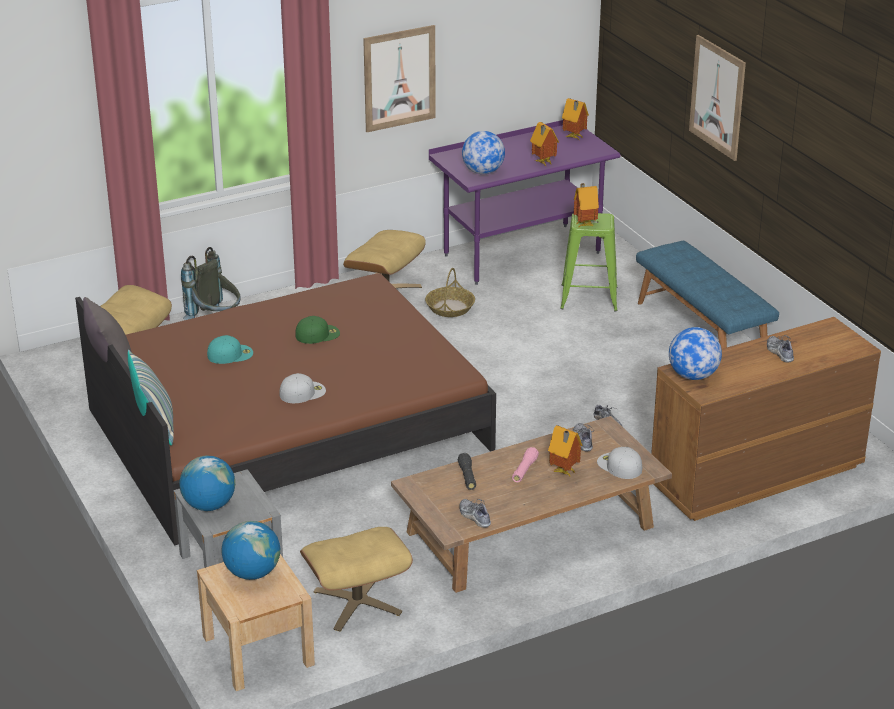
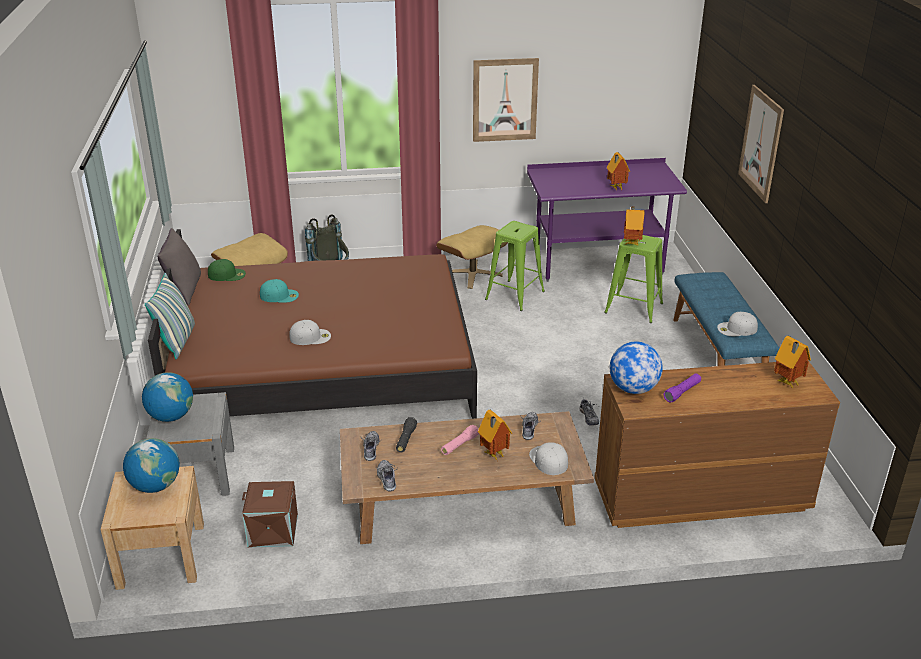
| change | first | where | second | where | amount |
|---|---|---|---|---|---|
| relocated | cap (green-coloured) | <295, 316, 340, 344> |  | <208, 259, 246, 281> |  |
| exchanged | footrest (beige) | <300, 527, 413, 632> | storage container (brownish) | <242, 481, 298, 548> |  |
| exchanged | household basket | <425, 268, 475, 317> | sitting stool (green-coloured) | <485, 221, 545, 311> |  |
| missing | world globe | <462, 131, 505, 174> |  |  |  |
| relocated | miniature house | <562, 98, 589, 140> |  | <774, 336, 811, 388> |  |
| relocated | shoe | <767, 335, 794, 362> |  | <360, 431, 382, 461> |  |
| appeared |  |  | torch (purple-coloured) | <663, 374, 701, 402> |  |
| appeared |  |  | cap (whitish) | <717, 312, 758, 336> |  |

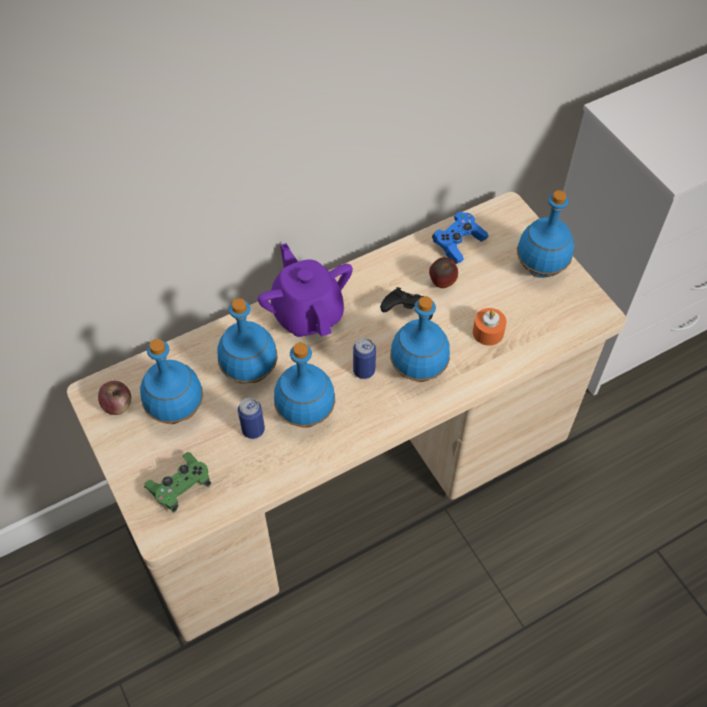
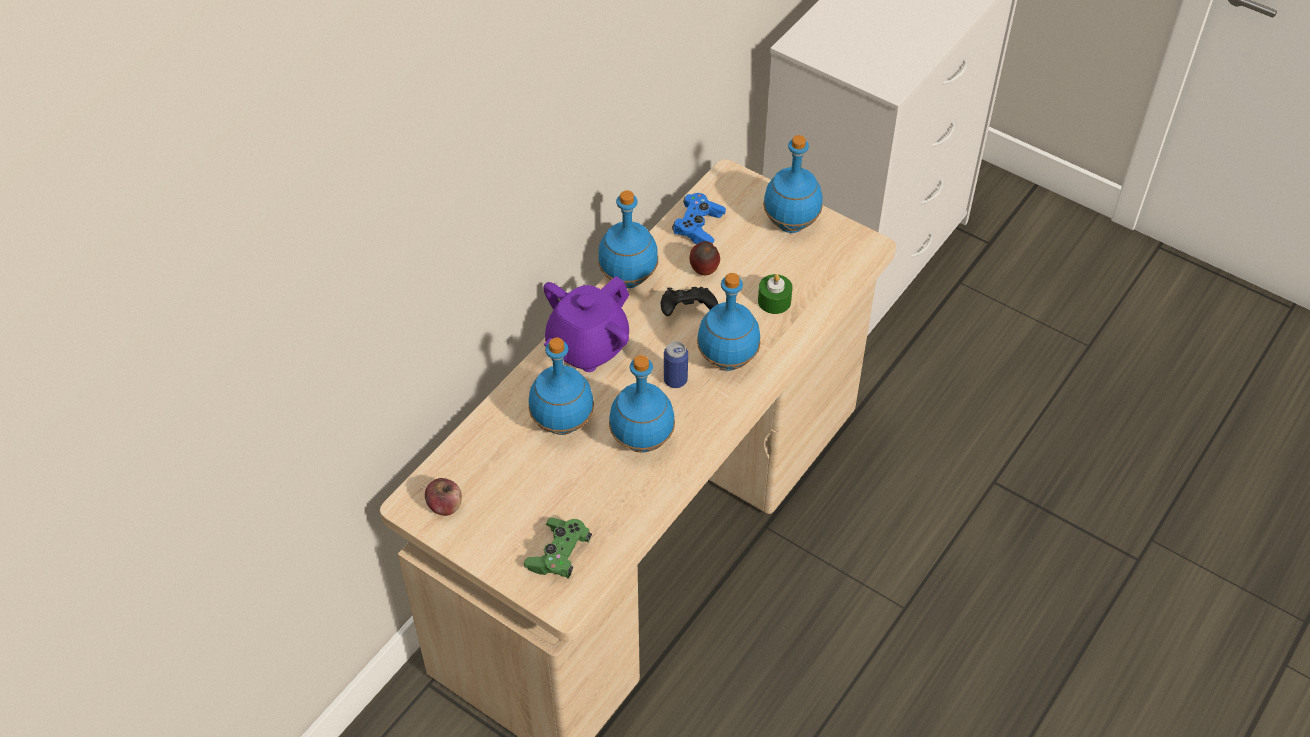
| change | first | where | second | where | amount |
|---|---|---|---|---|---|
| relocated | beverage bottle (blue) | <140, 339, 203, 424> |  | <598, 190, 658, 288> |  |
| missing | metal can | <238, 398, 265, 439> |  |  |  |
| spun | teapot (purple-coloured) | <258, 243, 353, 337> |  | <543, 276, 629, 372> | 90 degrees counterclockwise |
| colour | wax candle (orangey) | <473, 308, 507, 346> | wax candle (green-coloured) | <758, 274, 793, 314> |  |

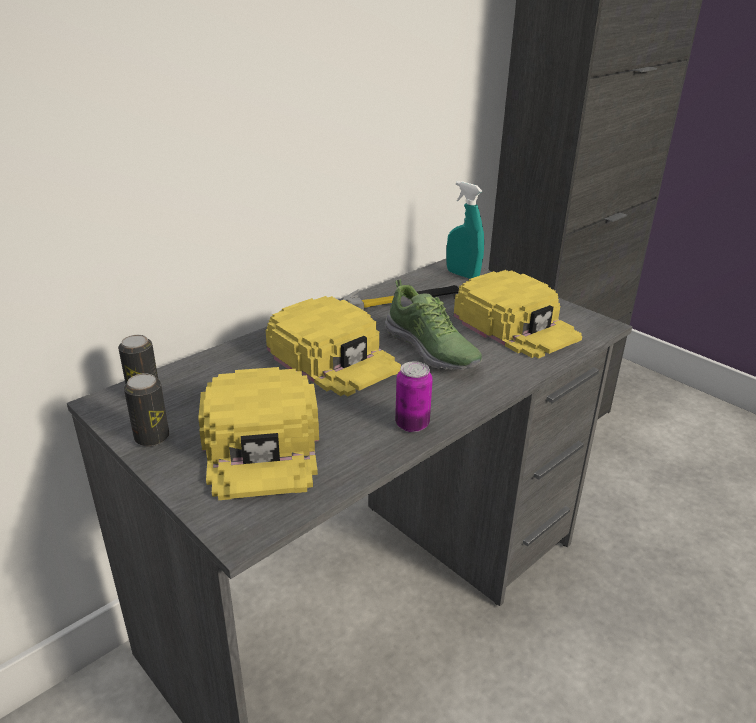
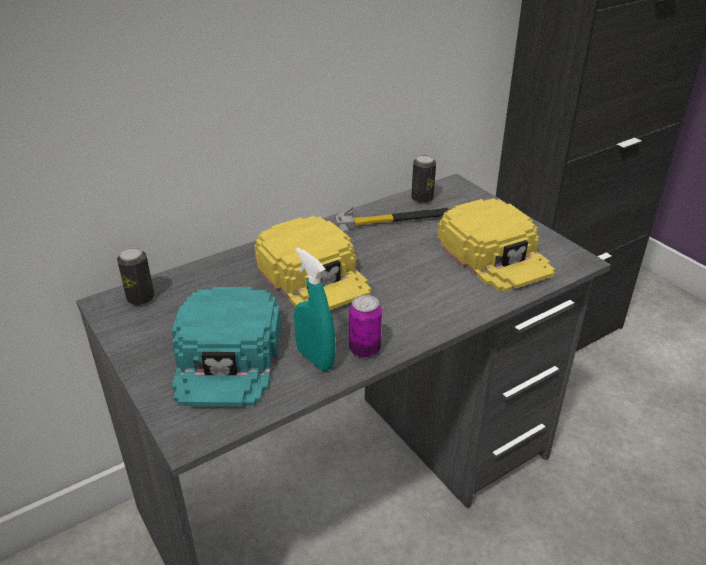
| change | first | where | second | where | amount |
|---|---|---|---|---|---|
| relocated | metal can | <124, 373, 169, 446> |  | <411, 155, 436, 203> |  |
| colour | cap (yellowish) | <198, 367, 319, 500> | cap (turquoise) | <172, 287, 281, 406> |  |
| missing | shoe | <385, 279, 482, 370> |  |  |  |
| relocated | spray bottle (turquoise) | <447, 181, 484, 279> |  | <294, 247, 335, 371> |  |

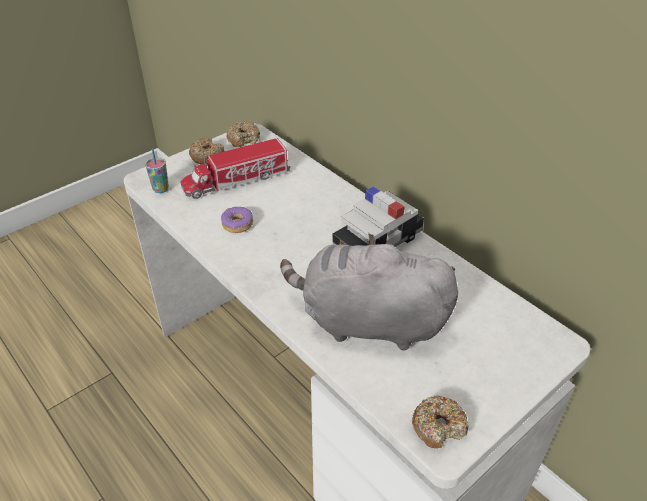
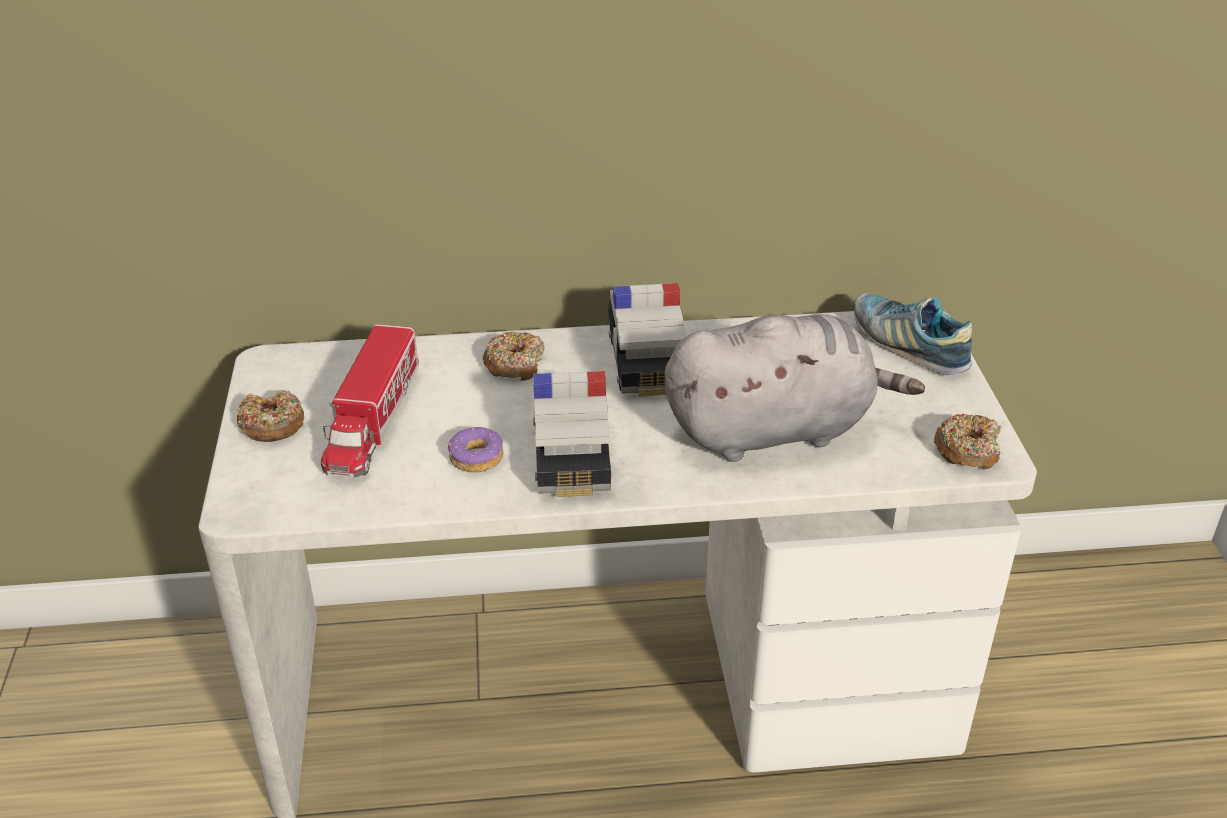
| change | first | where | second | where | amount |
|---|---|---|---|---|---|
| missing | cup | <145, 149, 169, 193> |  |  |  |
| relocated | donut | <226, 121, 260, 147> |  | <483, 332, 545, 381> |  |
| spun | cuddly toy (gray) | <280, 233, 458, 350> |  | <665, 314, 925, 462> | 150 degrees counterclockwise |
| appeared |  |  | model car | <533, 371, 612, 497> |  |
| appeared |  |  | shoe | <854, 293, 972, 375> |  |

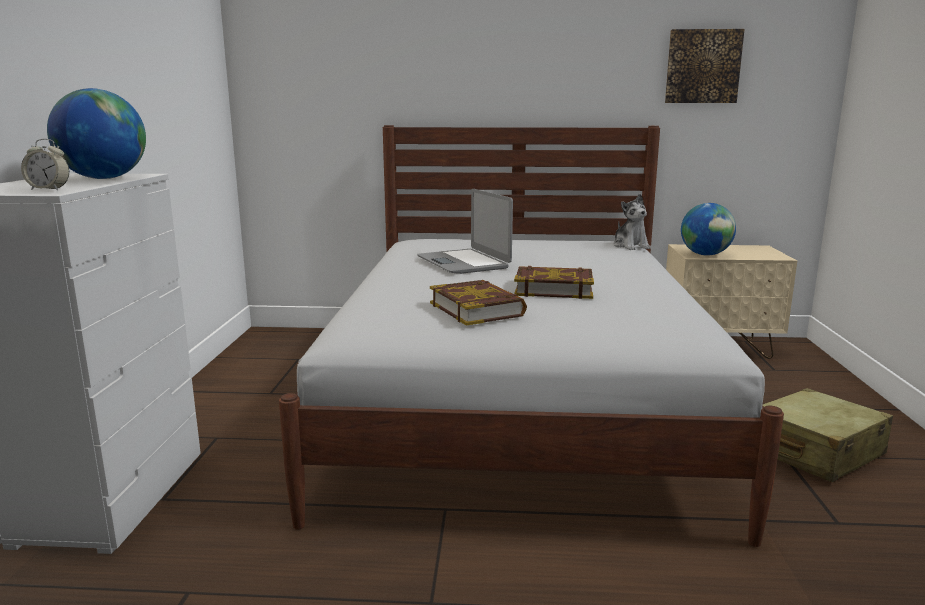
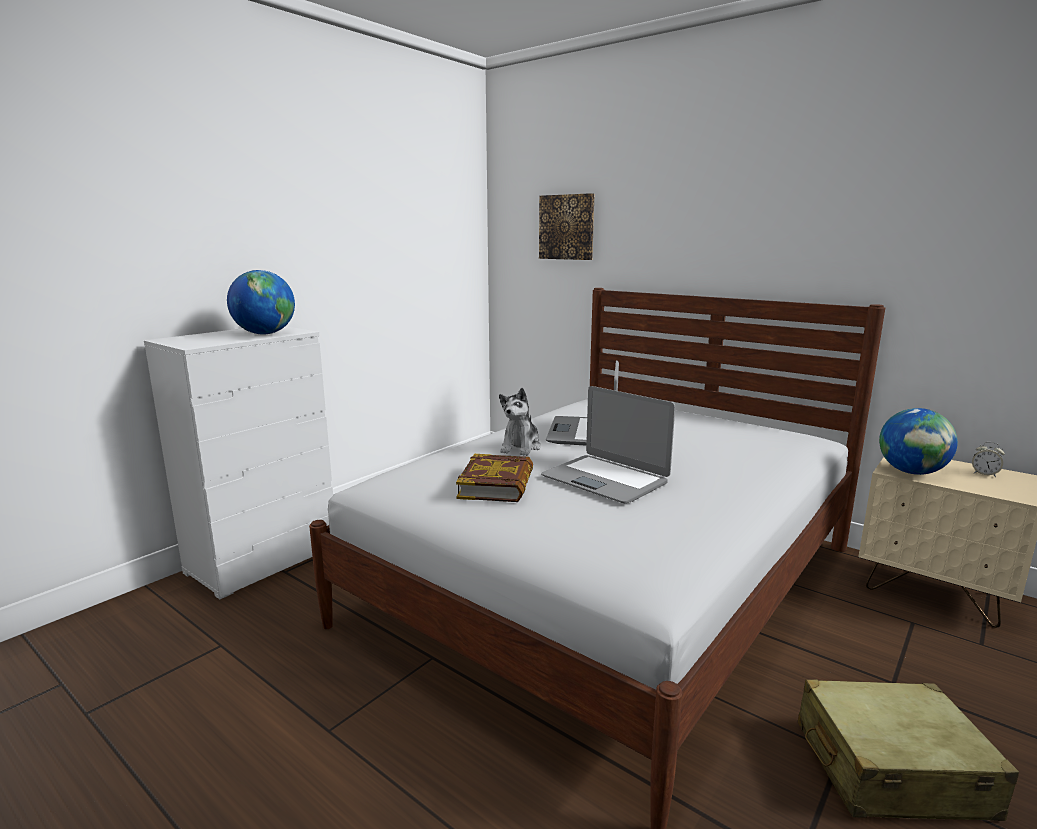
| change | first | where | second | where | amount |
|---|---|---|---|---|---|
| relocated | alarm clock | <21, 139, 69, 190> |  | <972, 442, 1005, 477> |  |
| exchanged | volume | <514, 266, 594, 299> | laptop | <541, 386, 675, 503> |  |
| relocated | cuddly toy | <613, 194, 651, 250> |  | <499, 388, 541, 456> |  |
| relocated | wall picture | <665, 29, 745, 103> |  | <539, 193, 595, 260> |  |

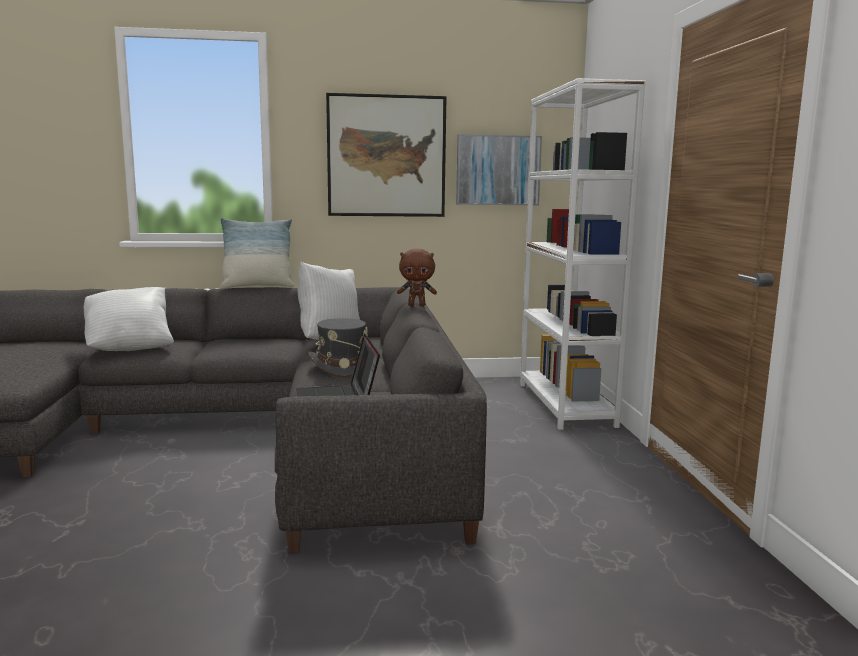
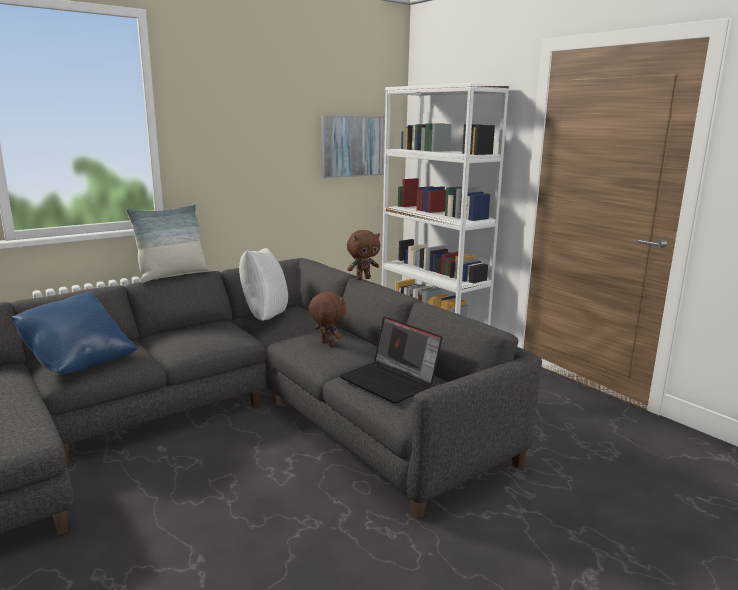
| change | first | where | second | where | amount |
|---|---|---|---|---|---|
| colour | cushion (whitish) | <83, 287, 174, 351> | cushion (blue) | <12, 291, 137, 373> |  |
| exchanged | clothing hat (gray) | <308, 318, 368, 377> | cuddly toy (brownish) | <309, 291, 346, 346> |  |
| missing | wall picture | <326, 93, 447, 217> |  |  |  |

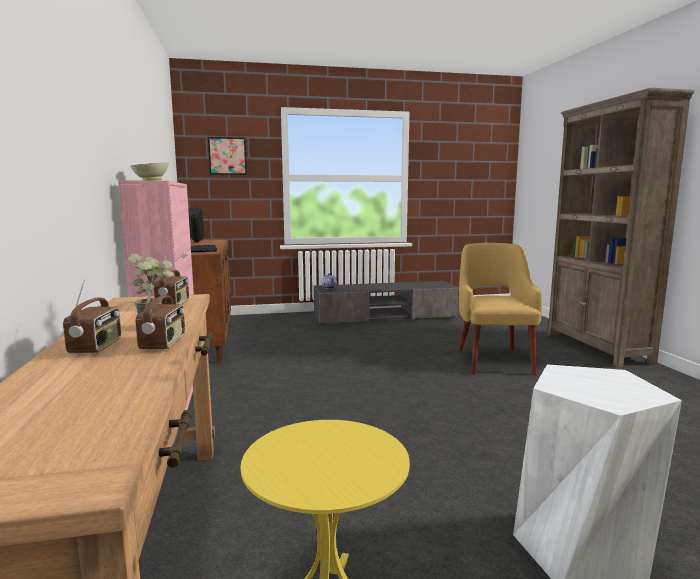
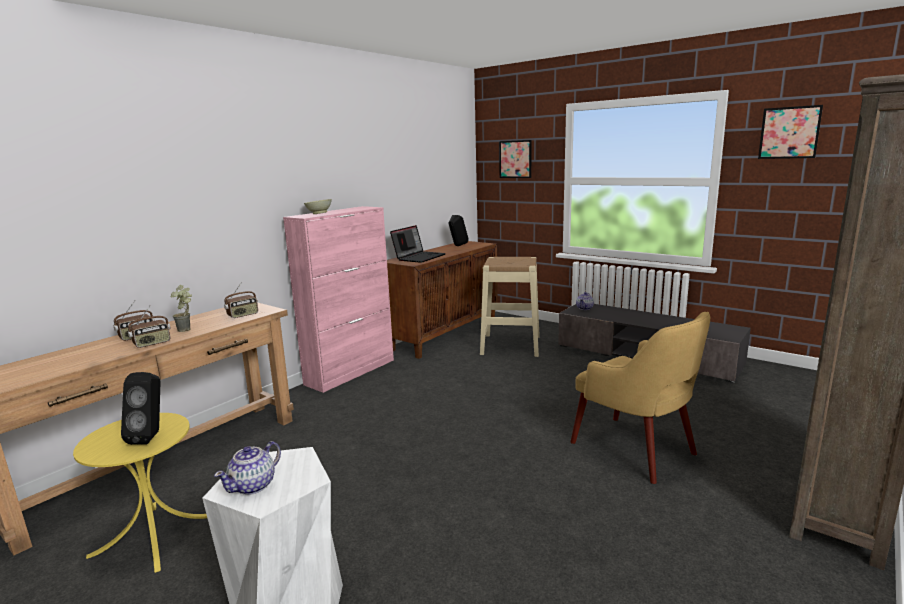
| change | first | where | second | where | amount |
|---|---|---|---|---|---|
| spun | lounge chair (yellowish) | <458, 243, 542, 376> |  | <570, 312, 710, 484> | 90 degrees clockwise |
| appeared |  |  | loudspeaker (blackish) | <121, 372, 160, 445> |  |
| appeared |  |  | teapot | <214, 441, 281, 495> |  |
| appeared |  |  | sitting stool (beige) | <480, 257, 540, 357> |  |
| appeared |  |  | wall picture | <758, 105, 823, 159> |  |

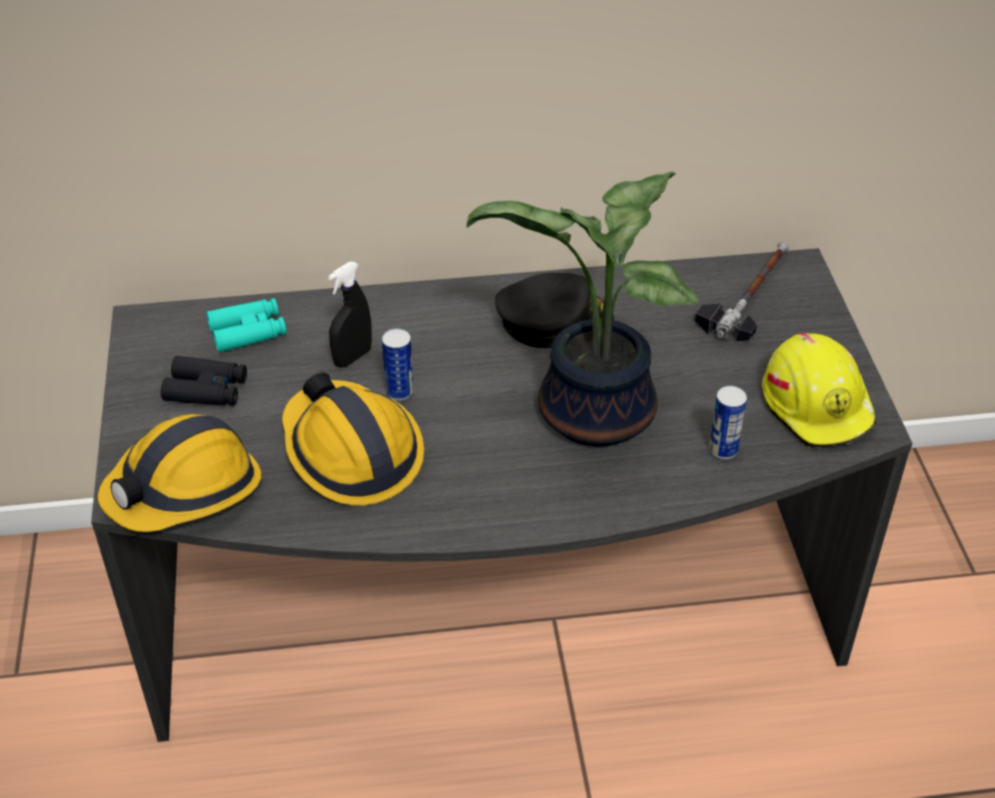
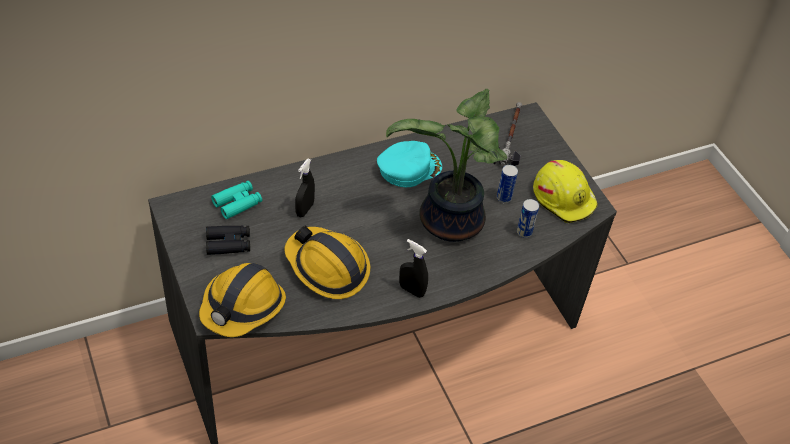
| change | first | where | second | where | amount |
|---|---|---|---|---|---|
| relocated | metal can | <382, 328, 414, 401> |  | <497, 165, 518, 203> |  |
| colour | cap (blackish) | <495, 273, 614, 348> | cap (turquoise) | <377, 141, 442, 187> |  |
| appeared |  |  | spray bottle (blackish) | <399, 239, 428, 298> |  |

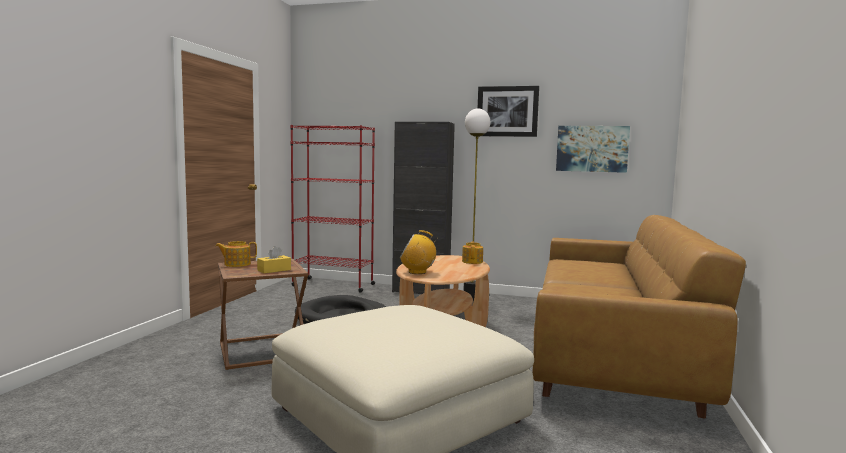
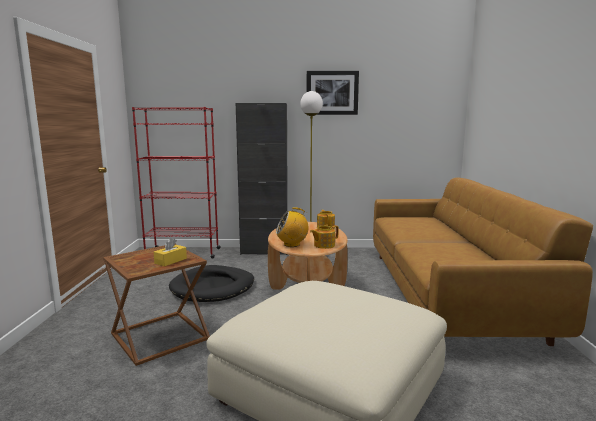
| change | first | where | second | where | amount |
|---|---|---|---|---|---|
| relocated | teapot | <215, 241, 257, 267> |  | <310, 225, 339, 249> |  |
| missing | wall picture | <556, 126, 630, 173> |  |  |  |

